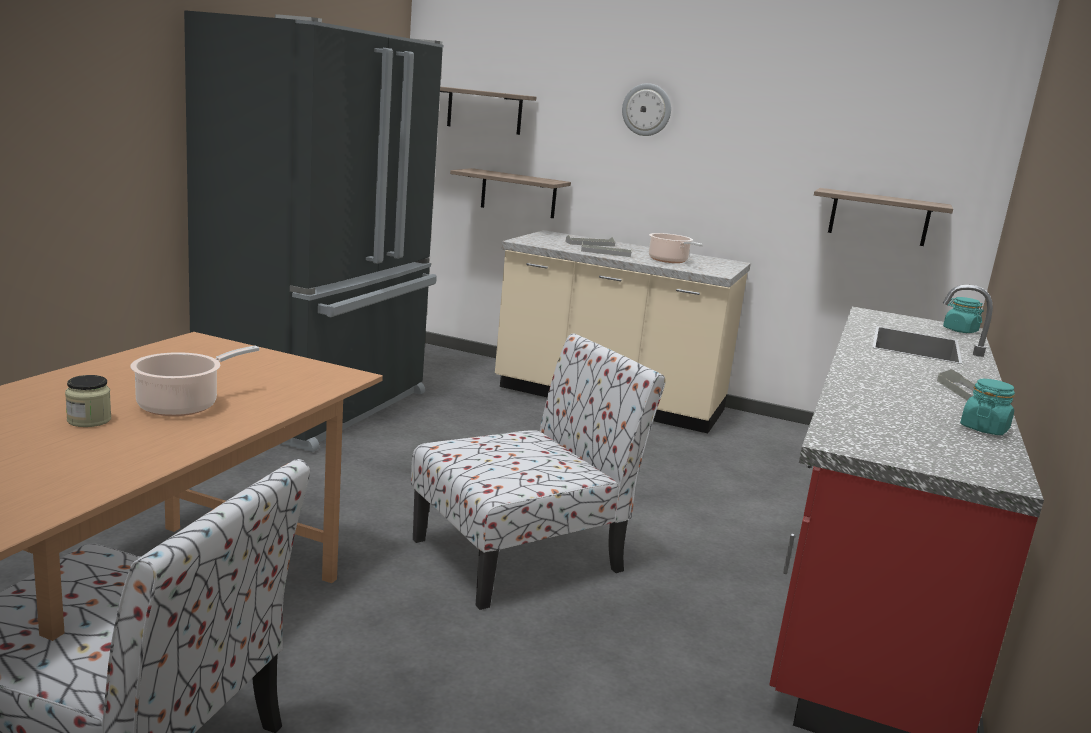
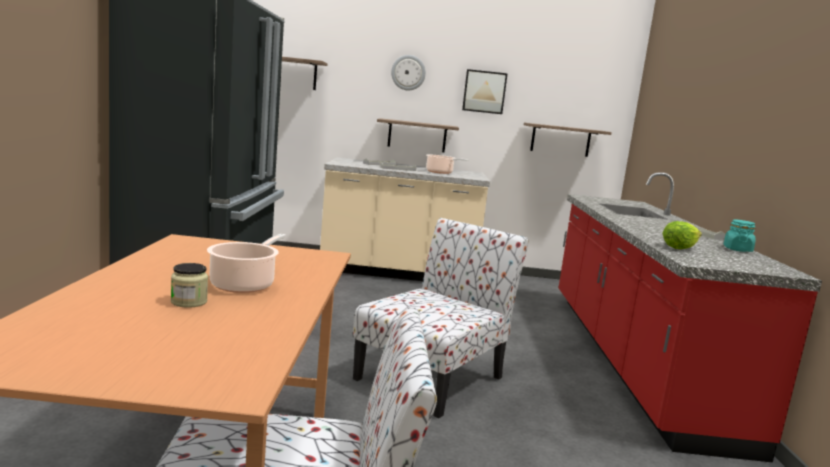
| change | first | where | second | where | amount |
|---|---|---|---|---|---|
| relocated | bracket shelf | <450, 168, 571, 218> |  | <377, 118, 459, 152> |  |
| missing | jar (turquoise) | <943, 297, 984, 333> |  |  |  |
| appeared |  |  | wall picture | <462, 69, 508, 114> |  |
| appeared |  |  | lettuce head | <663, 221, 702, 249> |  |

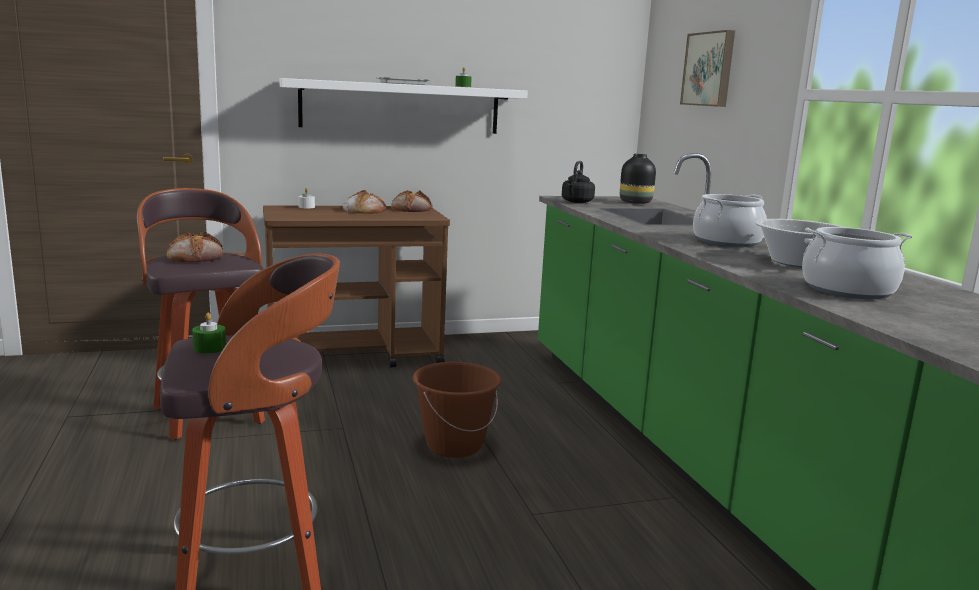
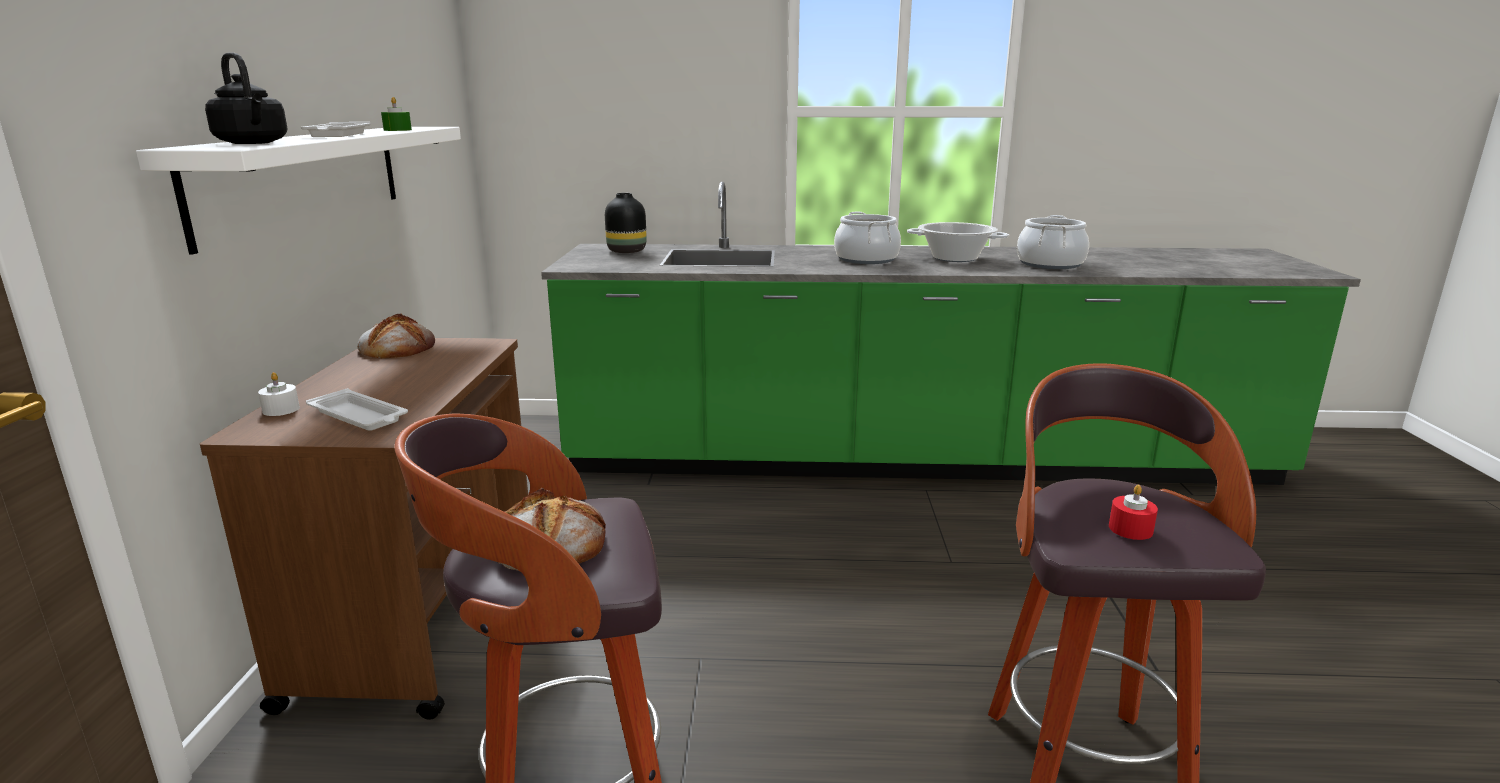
| change | first | where | second | where | amount |
|---|---|---|---|---|---|
| colour | wax candle (green-coloured) | <192, 313, 226, 354> | wax candle (red-coloured) | <1109, 485, 1158, 540> |  |
| missing | bread | <343, 190, 387, 214> |  |  |  |
| missing | bucket (brownish) | <412, 362, 501, 458> |  |  |  |
| relocated | kettle (blackish) | <562, 161, 595, 203> |  | <205, 52, 288, 144> |  |
| missing | wall picture | <680, 30, 735, 107> |  |  |  |
| appeared |  |  | serving tray (whitish) | <306, 388, 408, 431> |  |

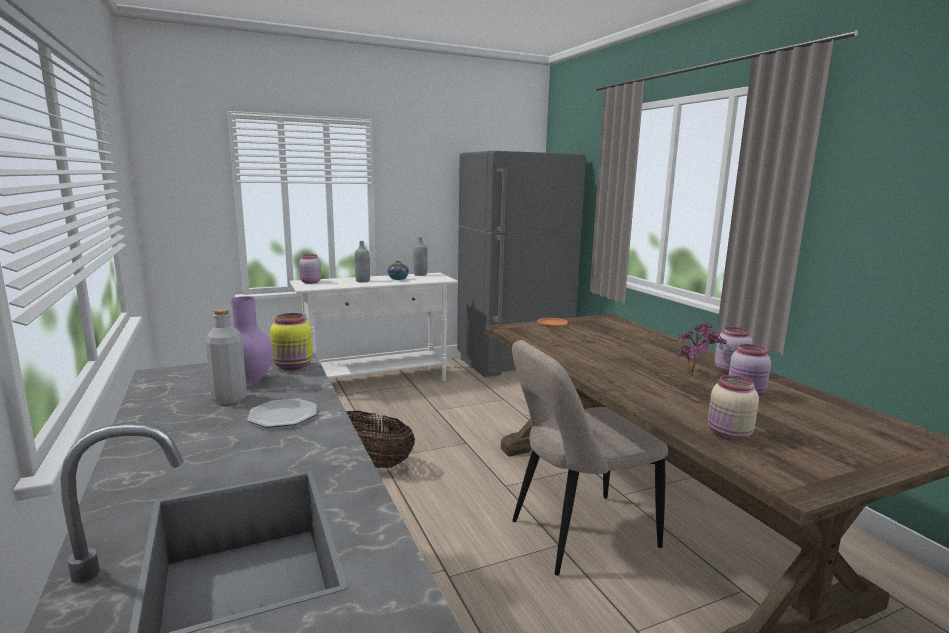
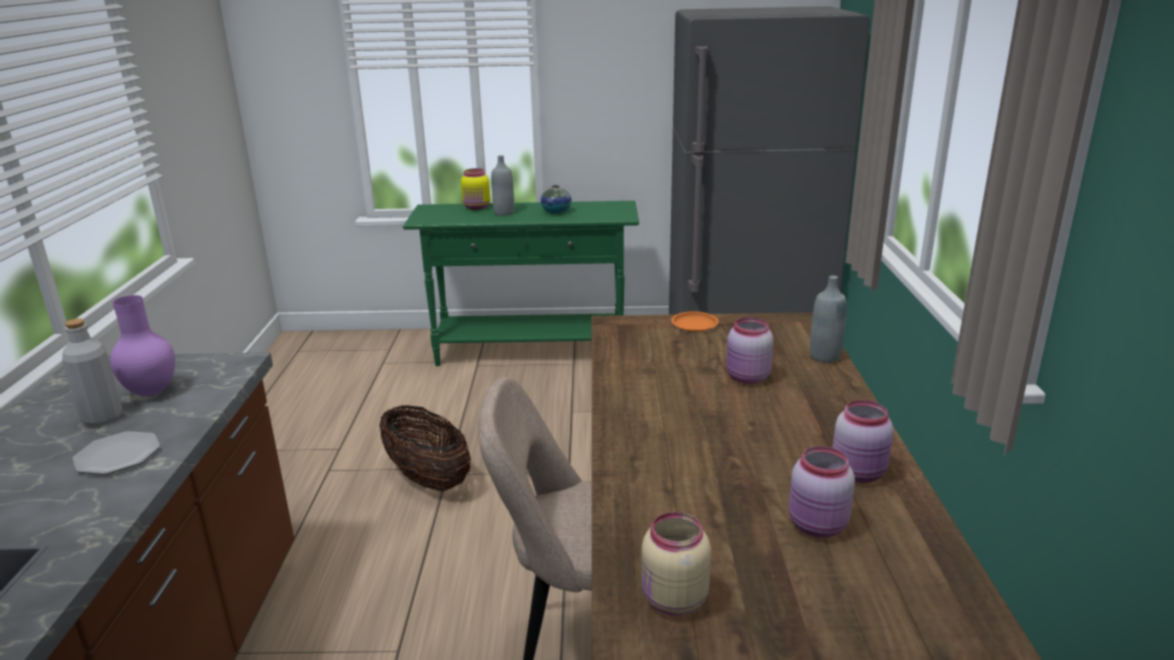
| change | first | where | second | where | amount |
|---|---|---|---|---|---|
| relocated | jar (yellowish) | <270, 313, 313, 370> |  | <461, 168, 490, 210> |  |
| colour | console table (whitish) | <290, 273, 458, 381> | console table (green-coloured) | <403, 201, 639, 366> |  |
| relocated | jar (pink) | <299, 254, 321, 284> |  | <726, 317, 774, 384> |  |
| relocated | beverage bottle (gray) | <413, 237, 428, 276> |  | <810, 275, 847, 363> |  |
| missing | plant in a pot | <676, 322, 727, 375> |  |  |  |

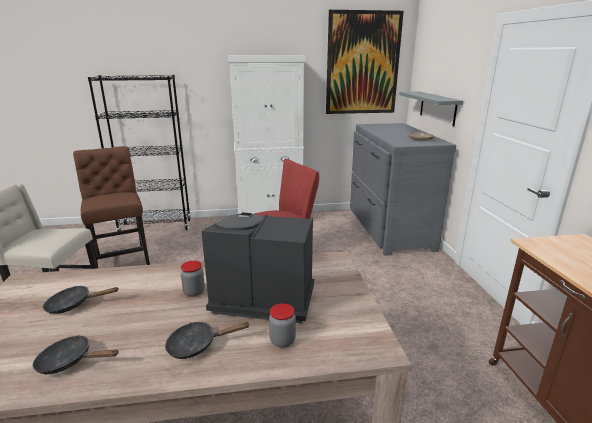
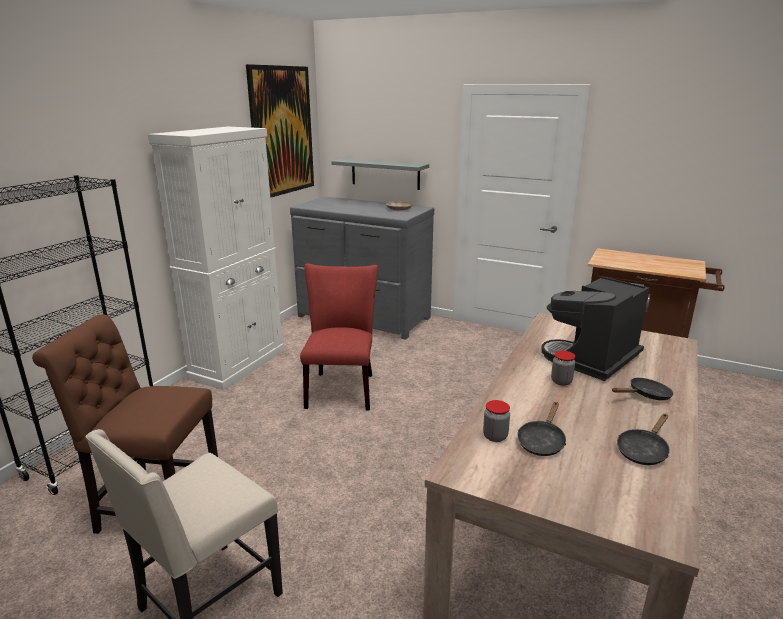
| change | first | where | second | where | amount |
|---|---|---|---|---|---|
| spun | skillet (blackish) | <165, 322, 250, 359> |  | <612, 377, 674, 400> | 135 degrees counterclockwise |
| relocated | jar | <269, 303, 296, 348> |  | <483, 400, 510, 442> |  |

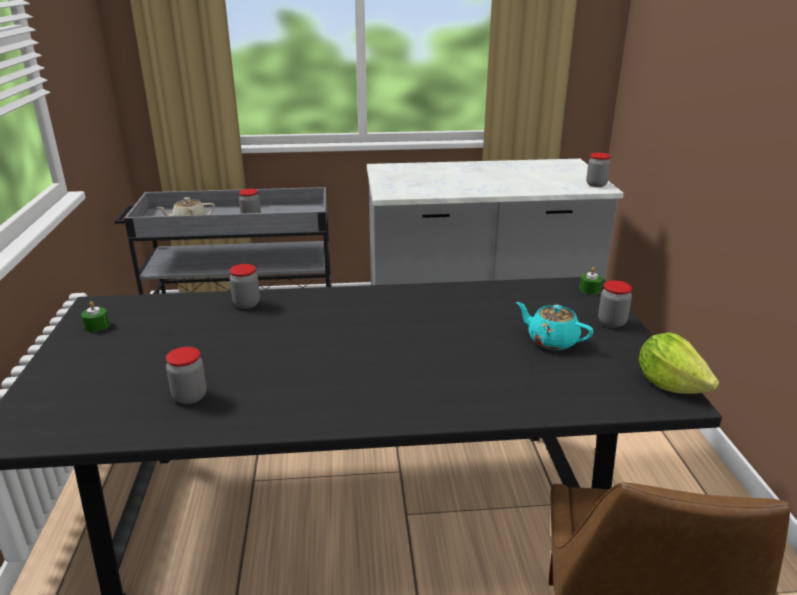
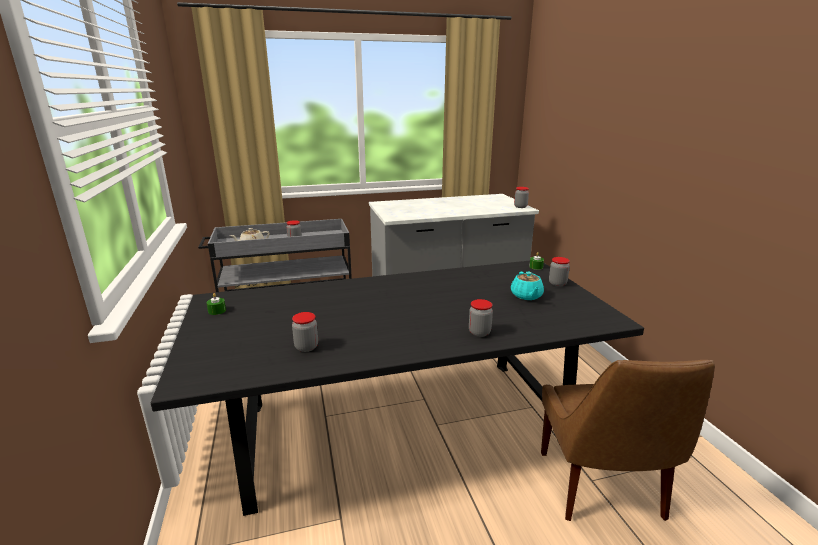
| change | first | where | second | where | amount |
|---|---|---|---|---|---|
| relocated | jar | <230, 264, 260, 309> |  | <469, 299, 493, 337> |  |
| spun | teapot (turquoise) | <516, 302, 594, 350> |  | <511, 272, 544, 300> | 120 degrees counterclockwise |
| missing | lettuce head | <639, 332, 719, 394> |  |  |  |

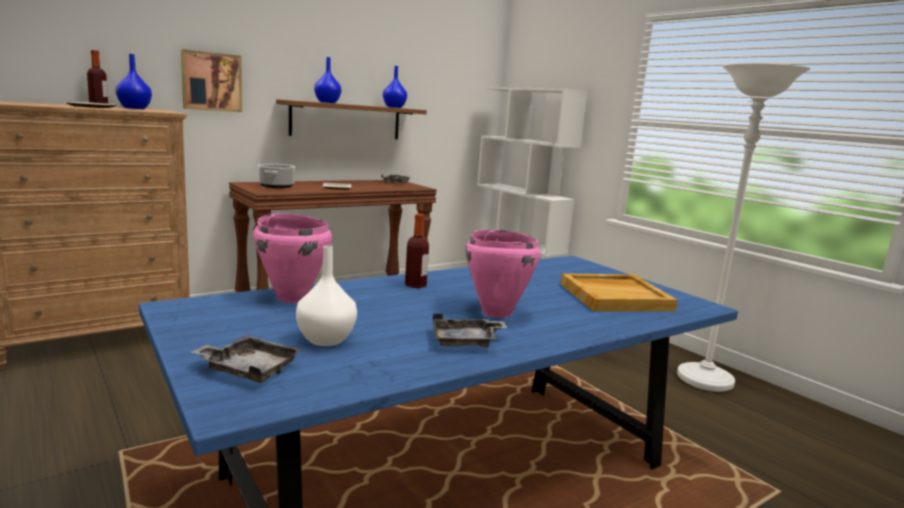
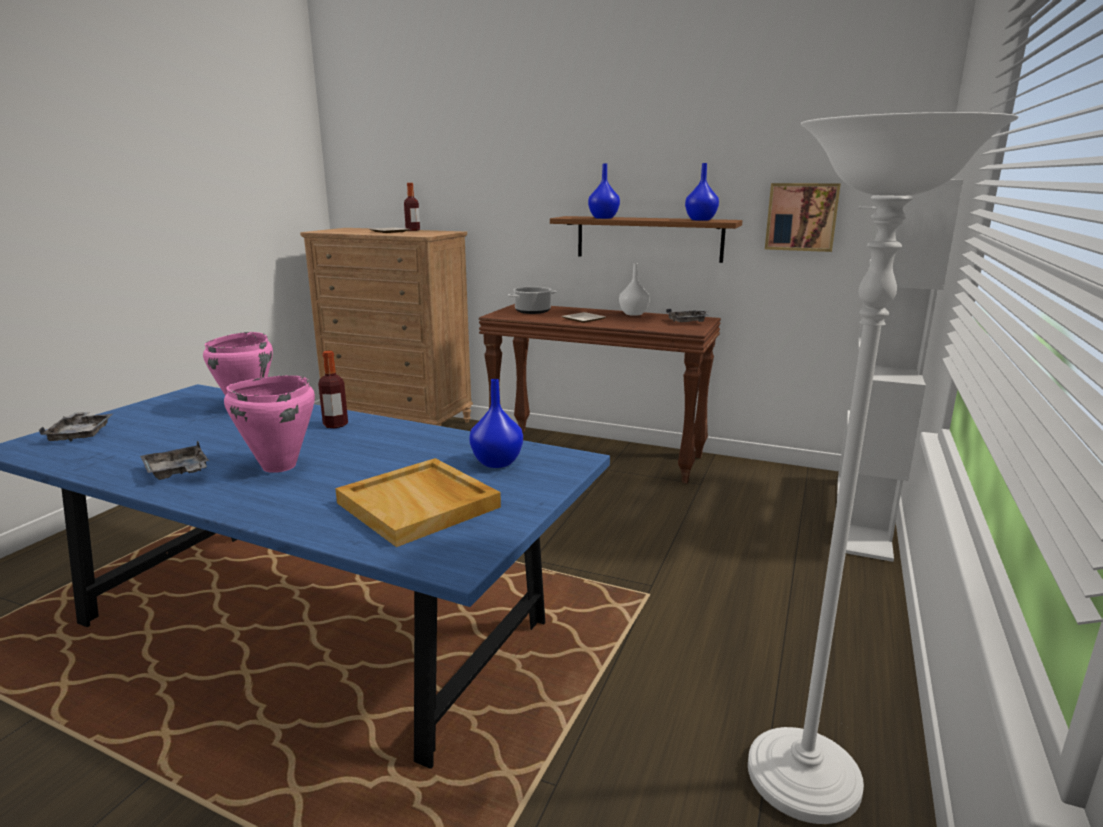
| change | first | where | second | where | amount |
|---|---|---|---|---|---|
| relocated | vase (blue) | <116, 54, 152, 109> |  | <469, 379, 523, 468> |  |
| relocated | wall picture | <181, 49, 242, 112> |  | <765, 183, 841, 252> |  |
| relocated | vase (whitish) | <296, 246, 357, 346> |  | <619, 264, 650, 316> |  |

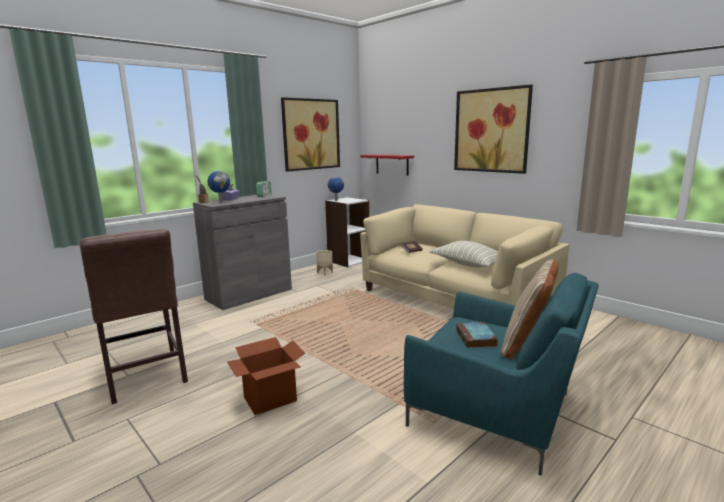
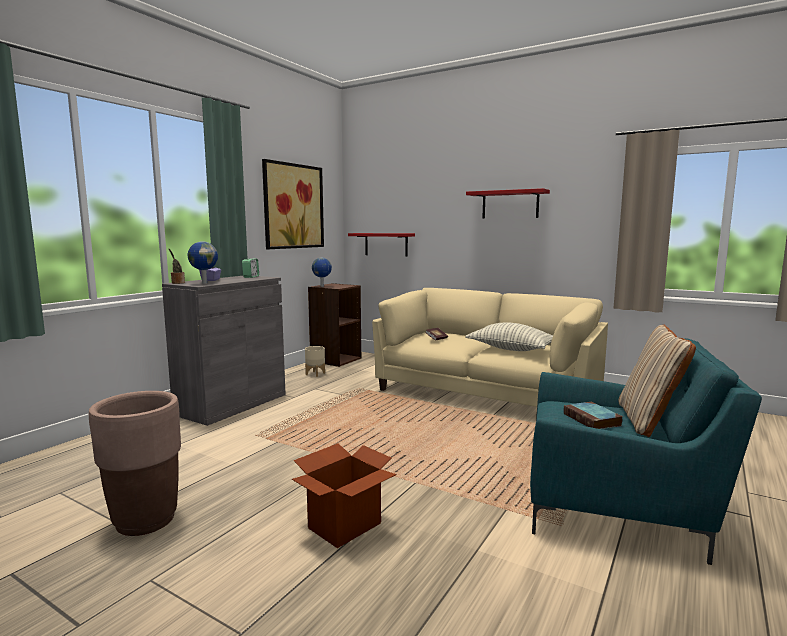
| change | first | where | second | where | amount |
|---|---|---|---|---|---|
| exchanged | upright chair (brownish) | <80, 229, 188, 404> | plant pot (brownish) | <89, 391, 181, 536> |  |
| colour | shelving unit (whitish) | <325, 197, 369, 267> | shelving unit (brownish) | <308, 283, 361, 367> |  |
| exchanged | wall picture | <454, 85, 533, 174> | bracket shelf (red-coloured) | <466, 188, 550, 218> |  |

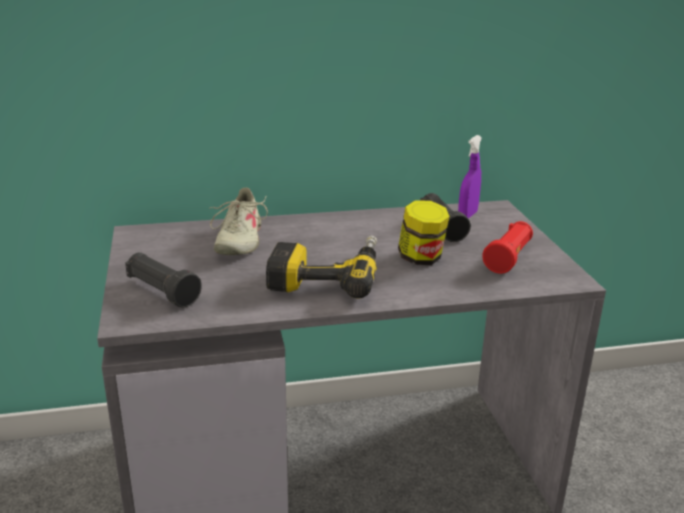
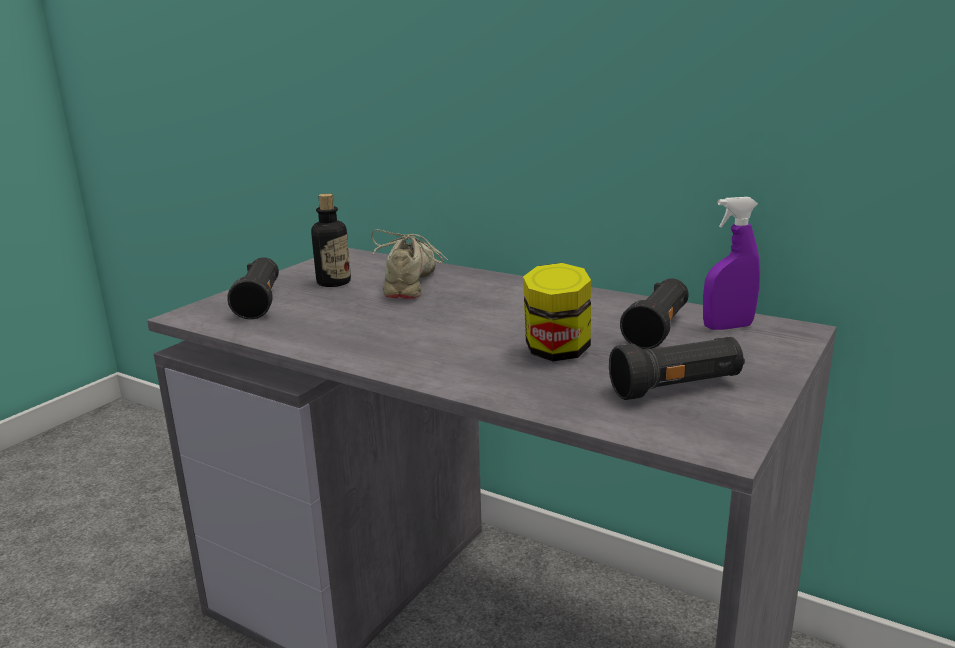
| change | first | where | second | where | amount |
|---|---|---|---|---|---|
| spun | shoe (beige) | <210, 188, 268, 255> |  | <371, 229, 448, 299> | 135 degrees clockwise |
| missing | electric drill | <266, 235, 377, 299> |  |  |  |
| colour | torch (red-coloured) | <482, 221, 533, 274> | torch (blackish) | <609, 337, 745, 400> |  |
| appeared |  |  | beverage bottle | <311, 193, 351, 287> |  |

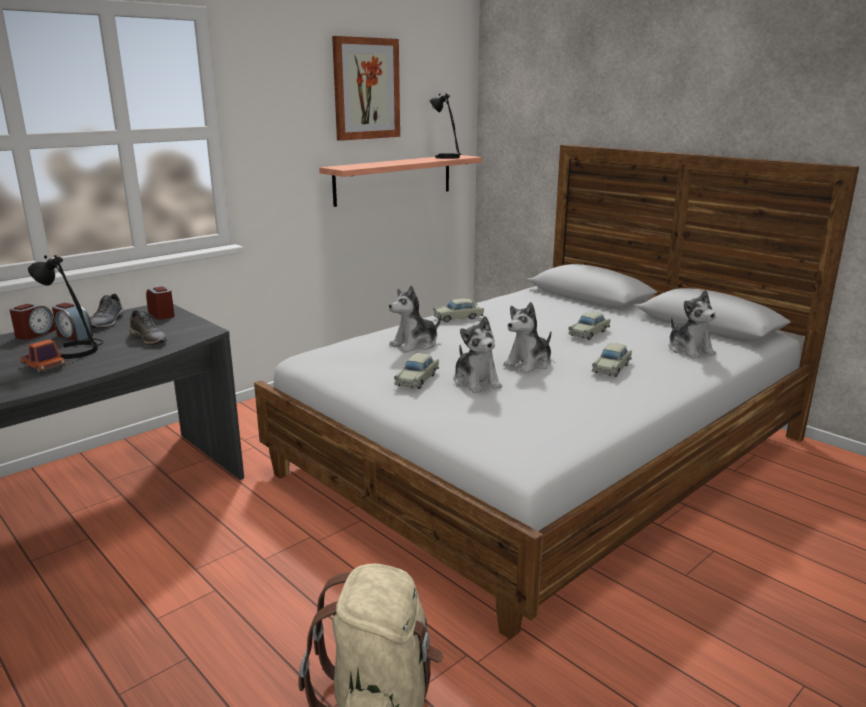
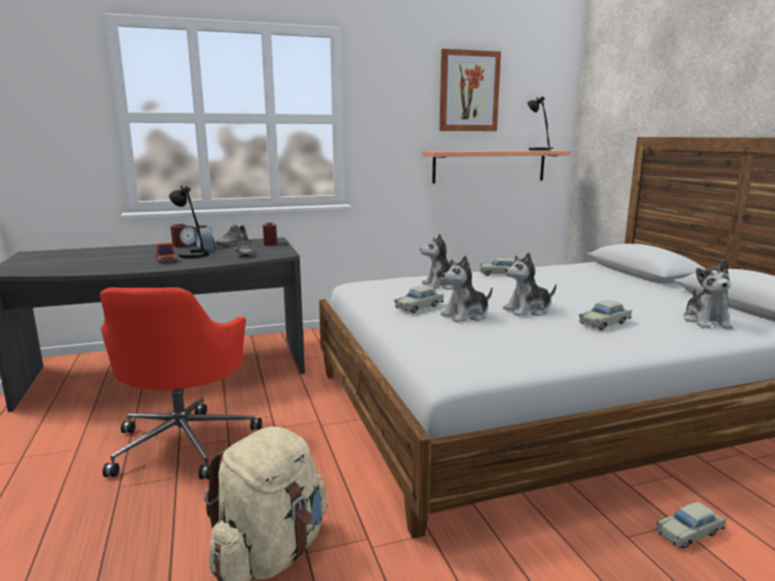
| change | first | where | second | where | amount |
|---|---|---|---|---|---|
| spun | cuddly toy | <453, 316, 502, 393> |  | <440, 255, 493, 323> | 60 degrees clockwise |
| relocated | model car (beige) | <568, 312, 610, 340> |  | <656, 502, 726, 548> |  |
| appeared |  |  | desk chair (red-coloured) | <100, 287, 262, 479> |  |

